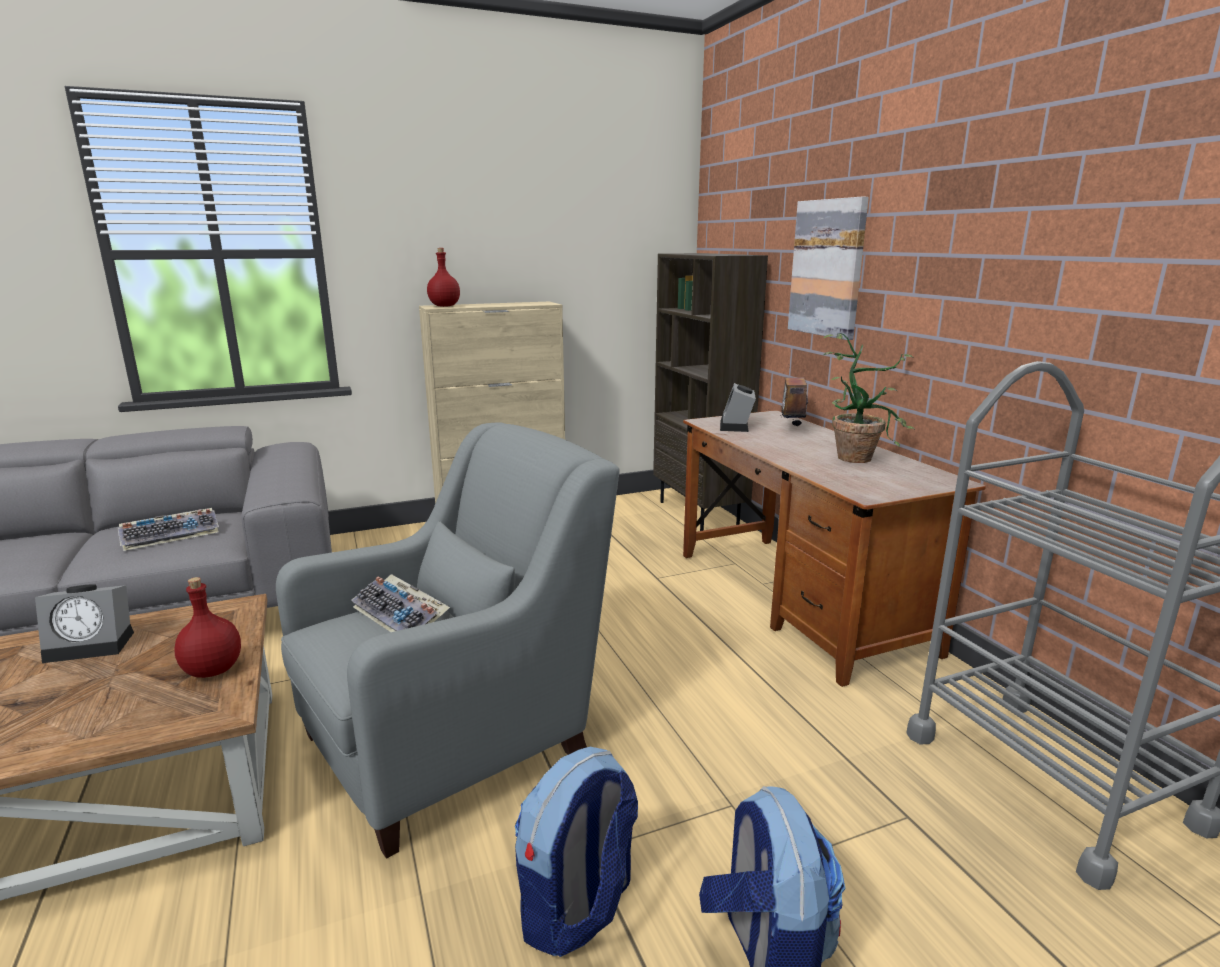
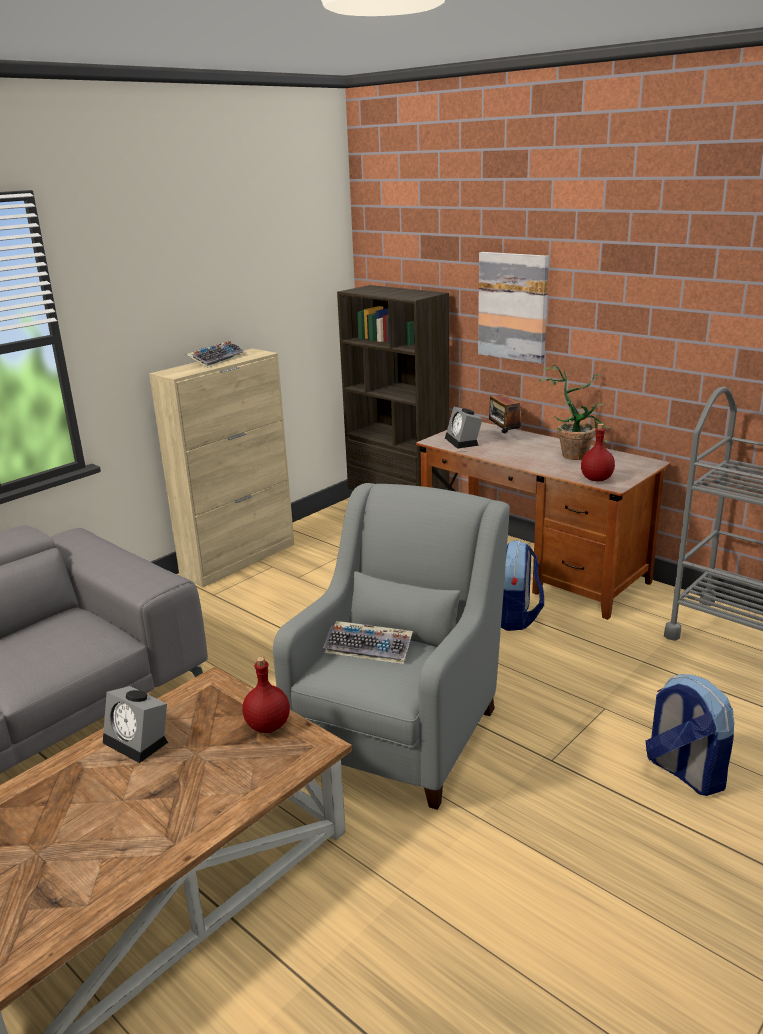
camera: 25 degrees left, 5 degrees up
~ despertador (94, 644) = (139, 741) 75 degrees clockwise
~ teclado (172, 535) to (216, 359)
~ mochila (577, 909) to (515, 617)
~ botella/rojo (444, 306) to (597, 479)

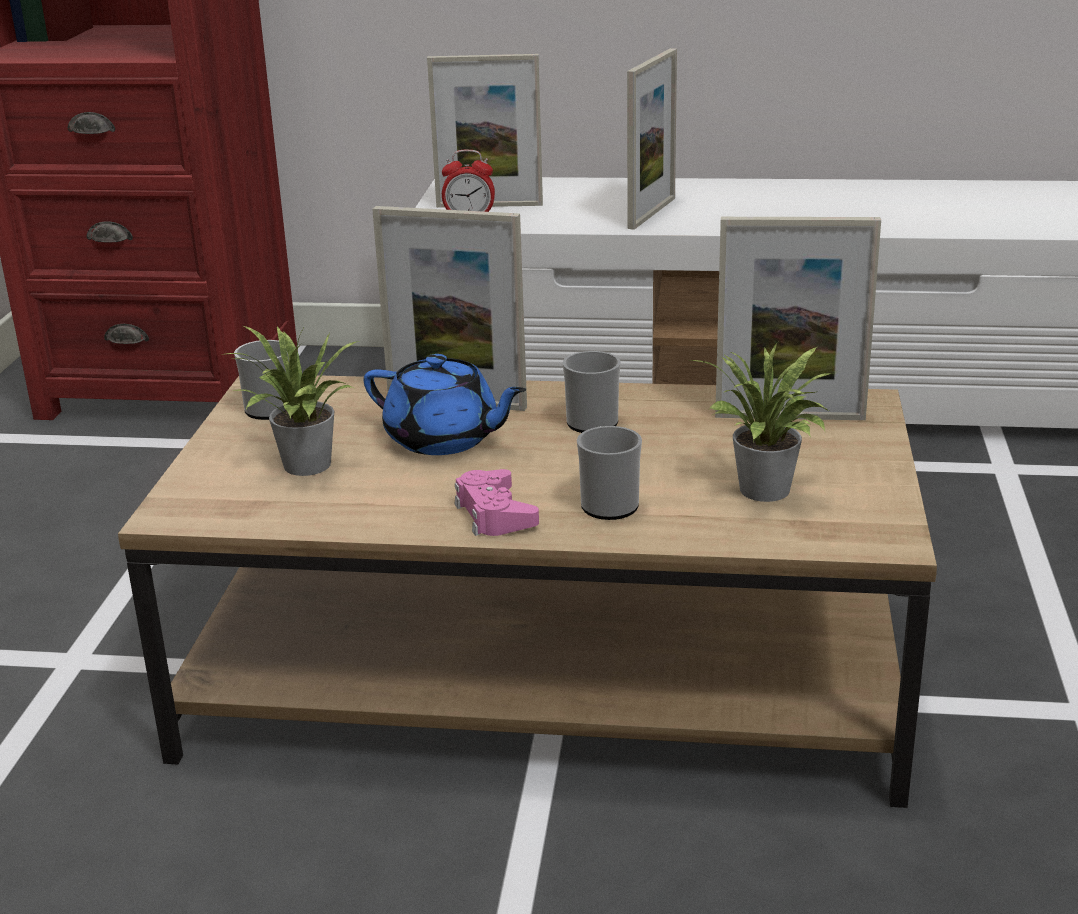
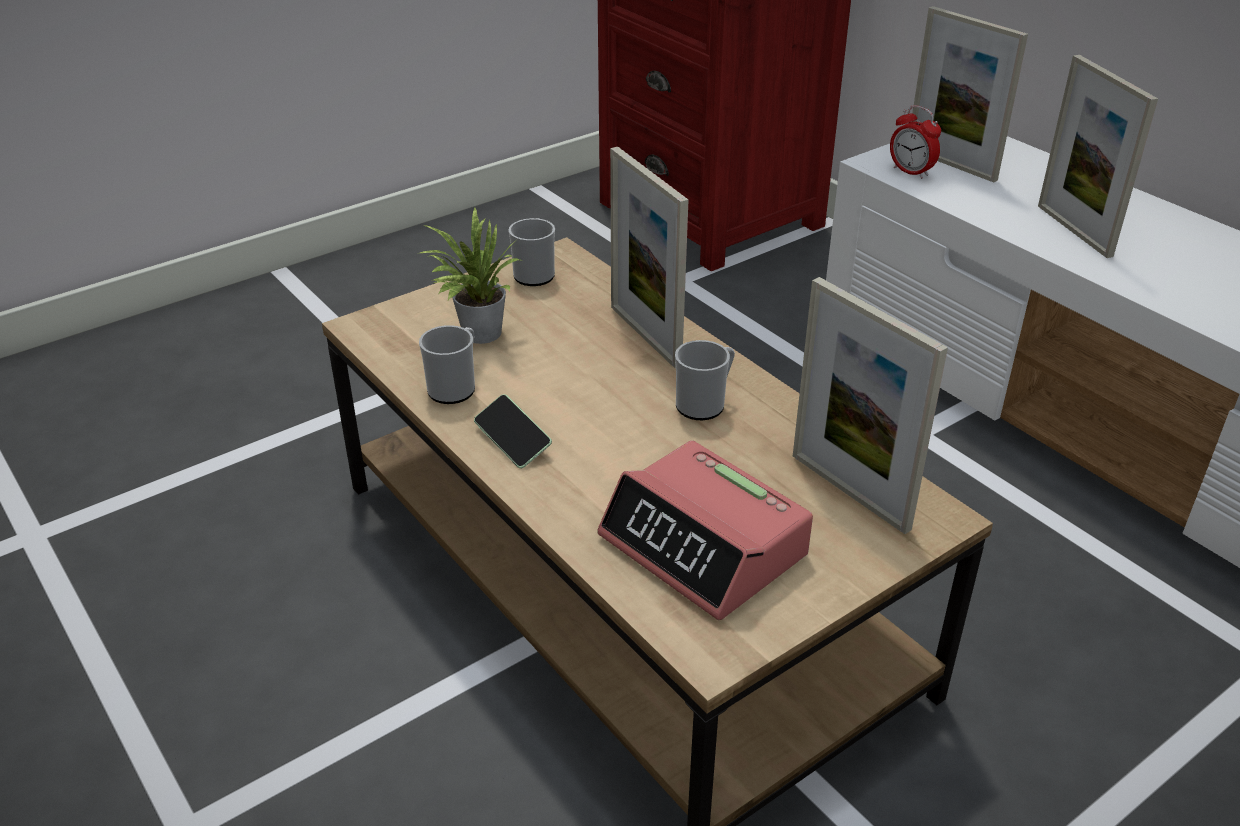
camera: 45 degrees right, 10 degrees up
~ taza grande (608, 502) to (455, 387)
~ mando de consola/rosa (494, 514) to móvil (512, 441)
~ planta en maceta (765, 493) to despertador (704, 546)
~ portarretratos (652, 213) = (1074, 230) 90 degrees clockwise
- tetera/azul (444, 439)

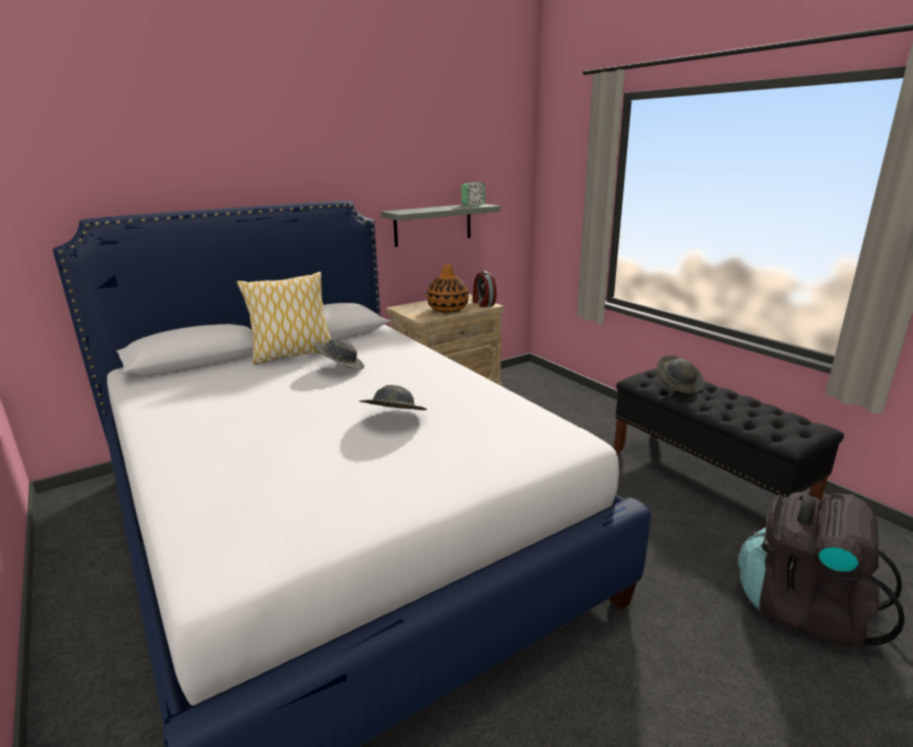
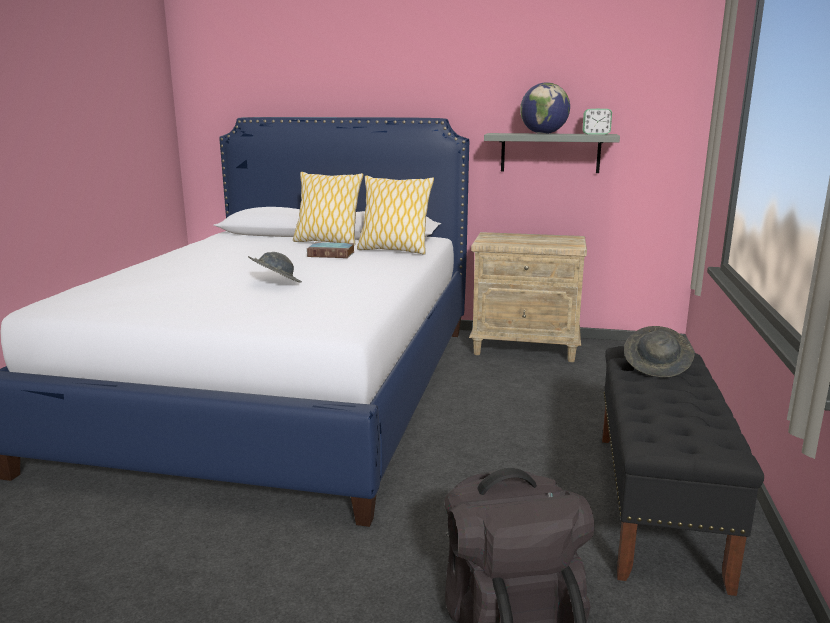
camera: 45 degrees right, 5 degrees down
~ sombrero/gris (340, 368) to libro (332, 254)
+ cojín (394, 250)
+ globo terráqueo (543, 134)
- florero (448, 309)
- despertador (483, 303)

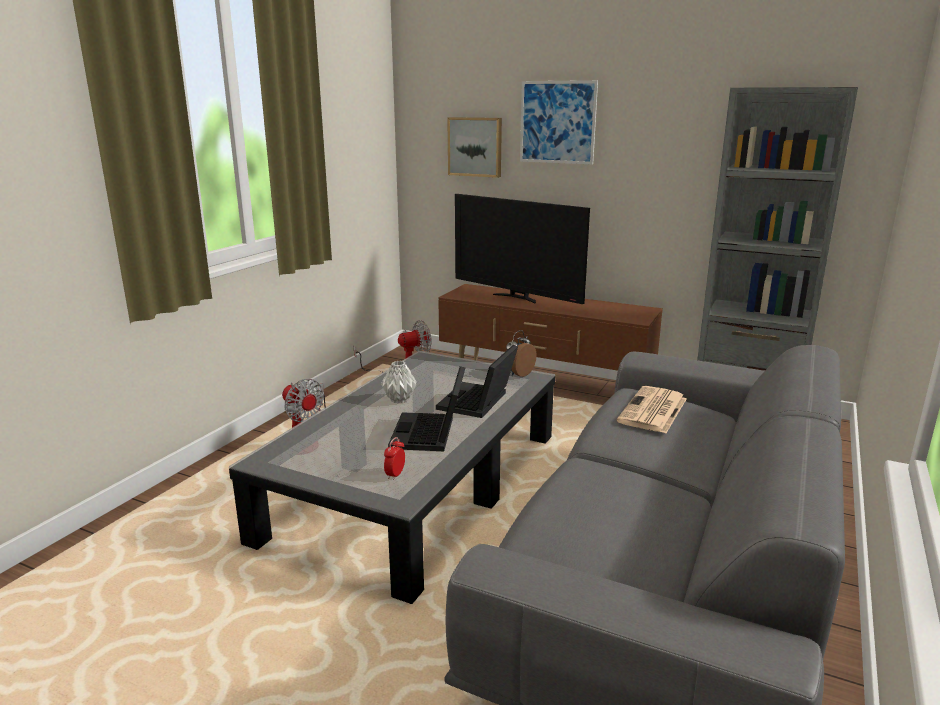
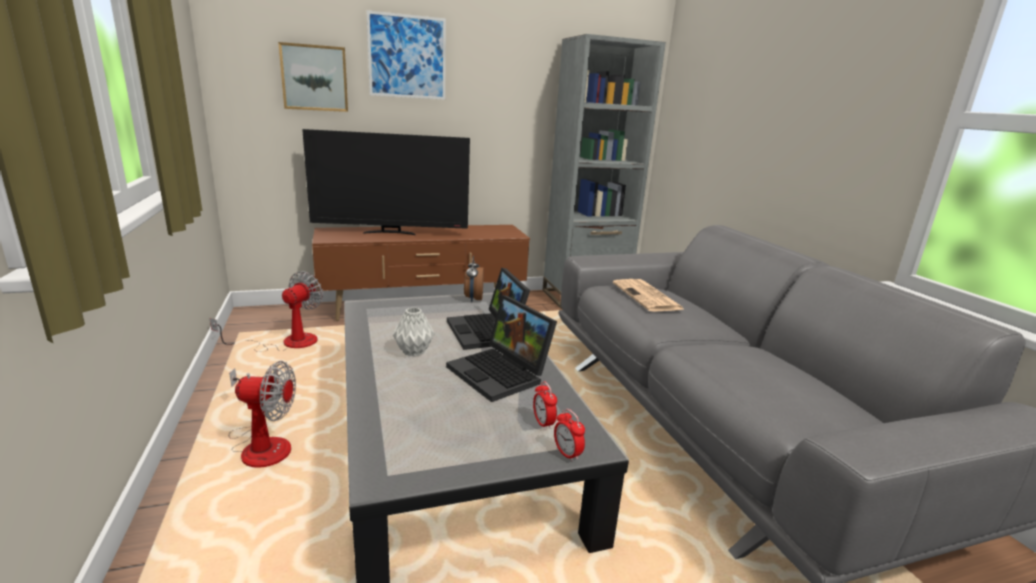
camera: 45 degrees left, 0 degrees up
+ despertador (567, 454)

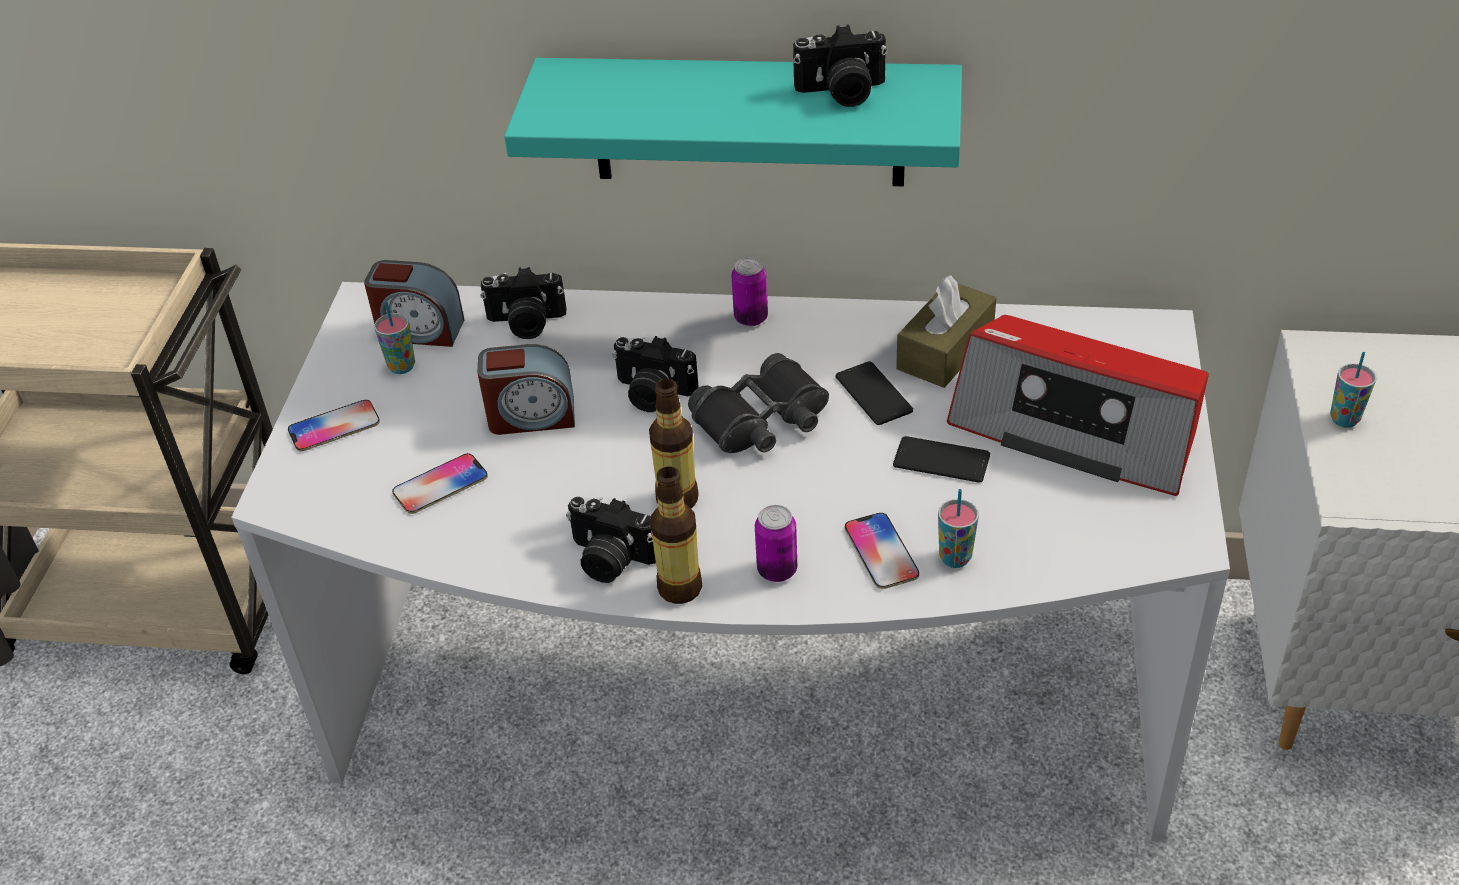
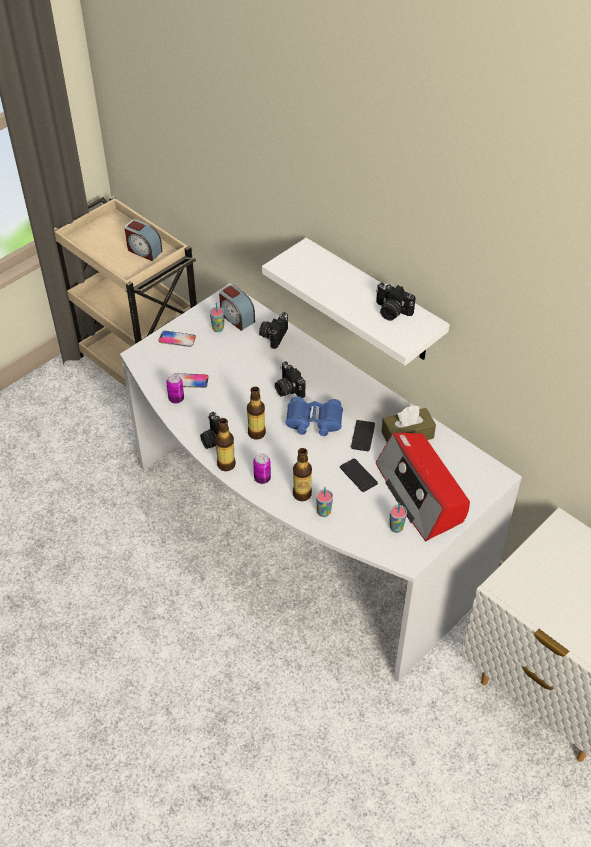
camera: 35 degrees right, 5 degrees up
~ despertador (531, 416) to (144, 251)
~ lata (751, 318) to (176, 399)
~ cámara (526, 323) = (273, 336) 75 degrees clockwise
~ estante/turquesa (748, 122) to estante/blanco (373, 302)
~ prismáticos/negro (762, 421) to prismáticos/azul (314, 422)
~ móvil (881, 552) to botella (302, 494)
~ taza (1344, 419) to (396, 528)

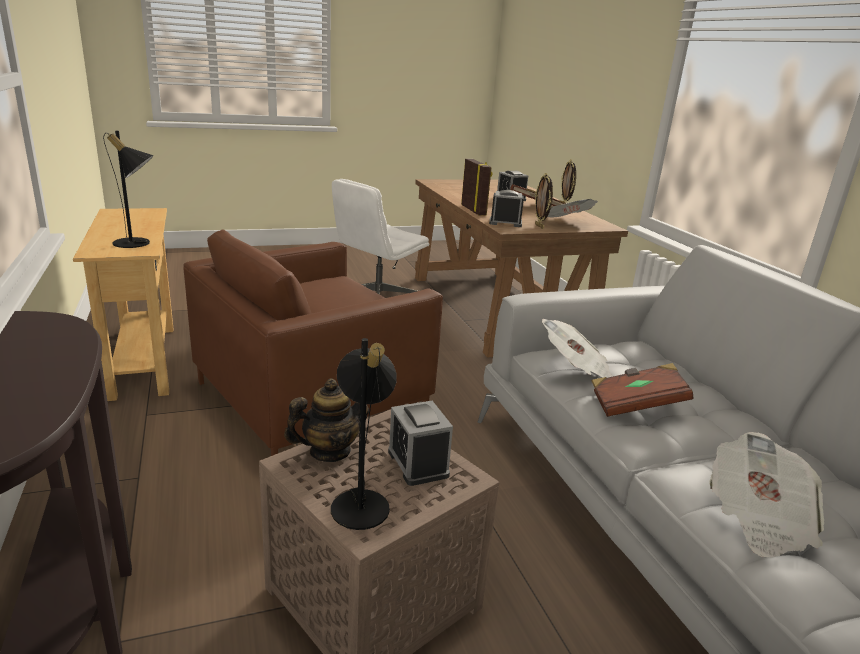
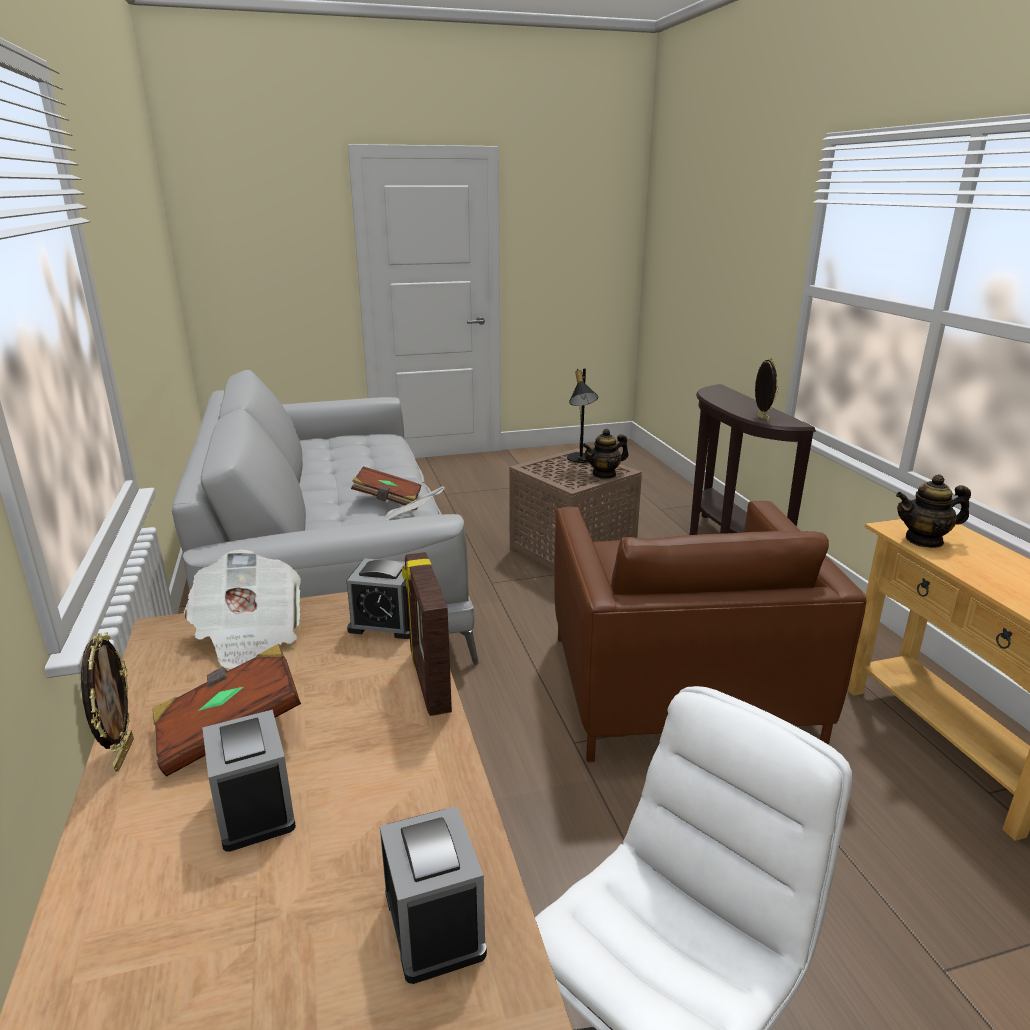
camera: 175 degrees left, 0 degrees up
~ despertador (418, 463) to (434, 923)
~ sillón/marrón (309, 399) = (677, 688) 120 degrees clockwise
~ portarretratos (540, 226) to (761, 418)
~ lámpara de mesa/negro (137, 244) to tetera (924, 540)
- periódico (758, 519)

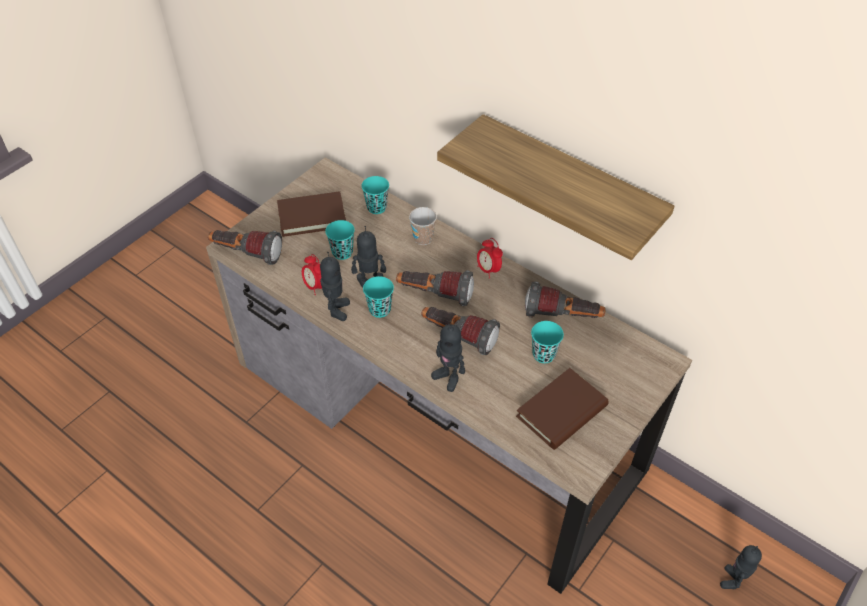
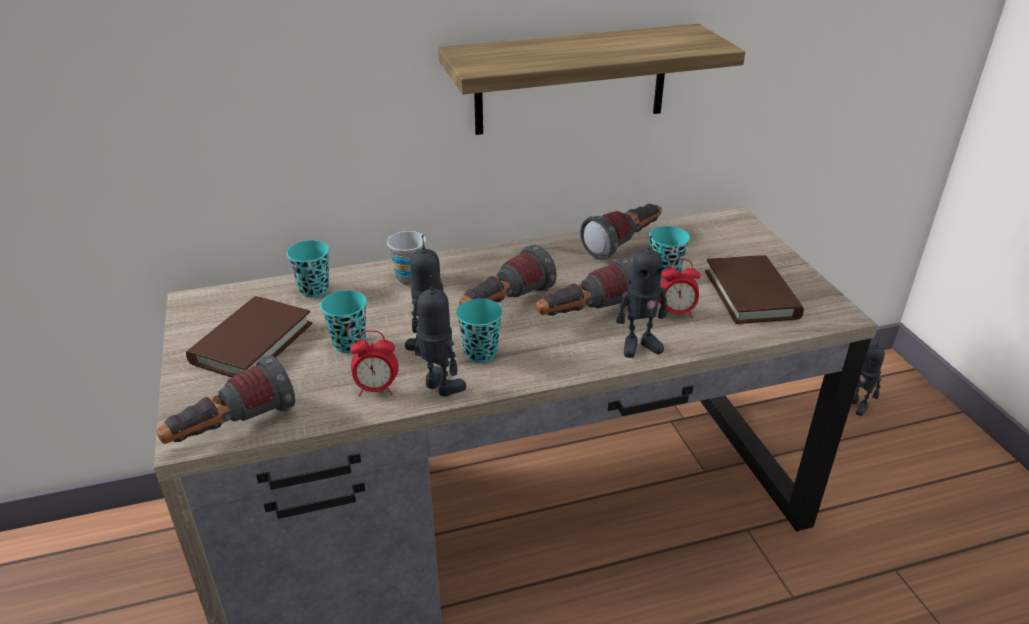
camera: 55 degrees left, 15 degrees down
~ despertador (488, 270) to (676, 313)

